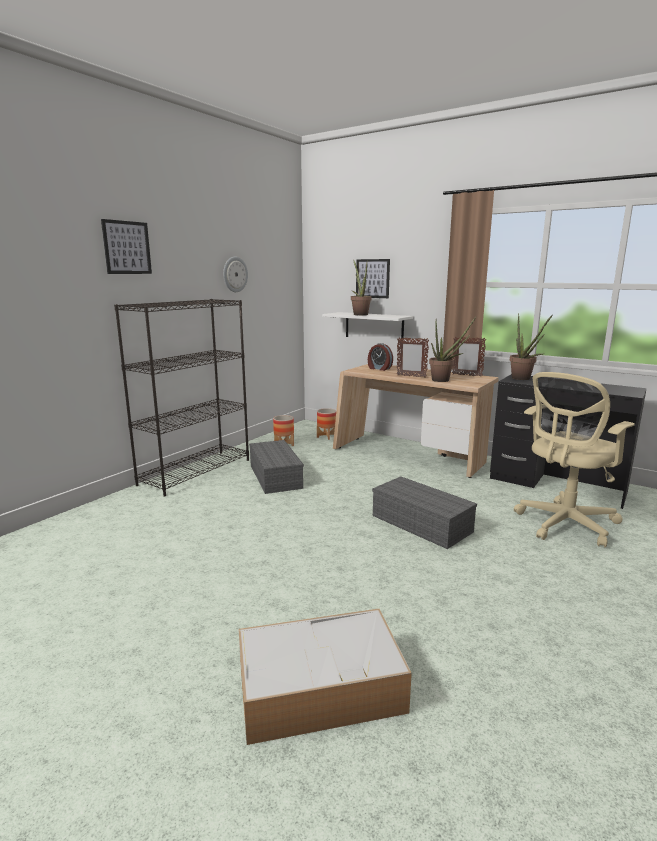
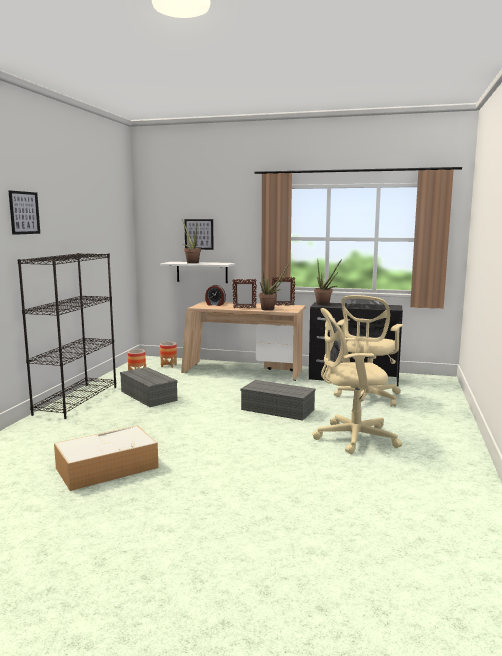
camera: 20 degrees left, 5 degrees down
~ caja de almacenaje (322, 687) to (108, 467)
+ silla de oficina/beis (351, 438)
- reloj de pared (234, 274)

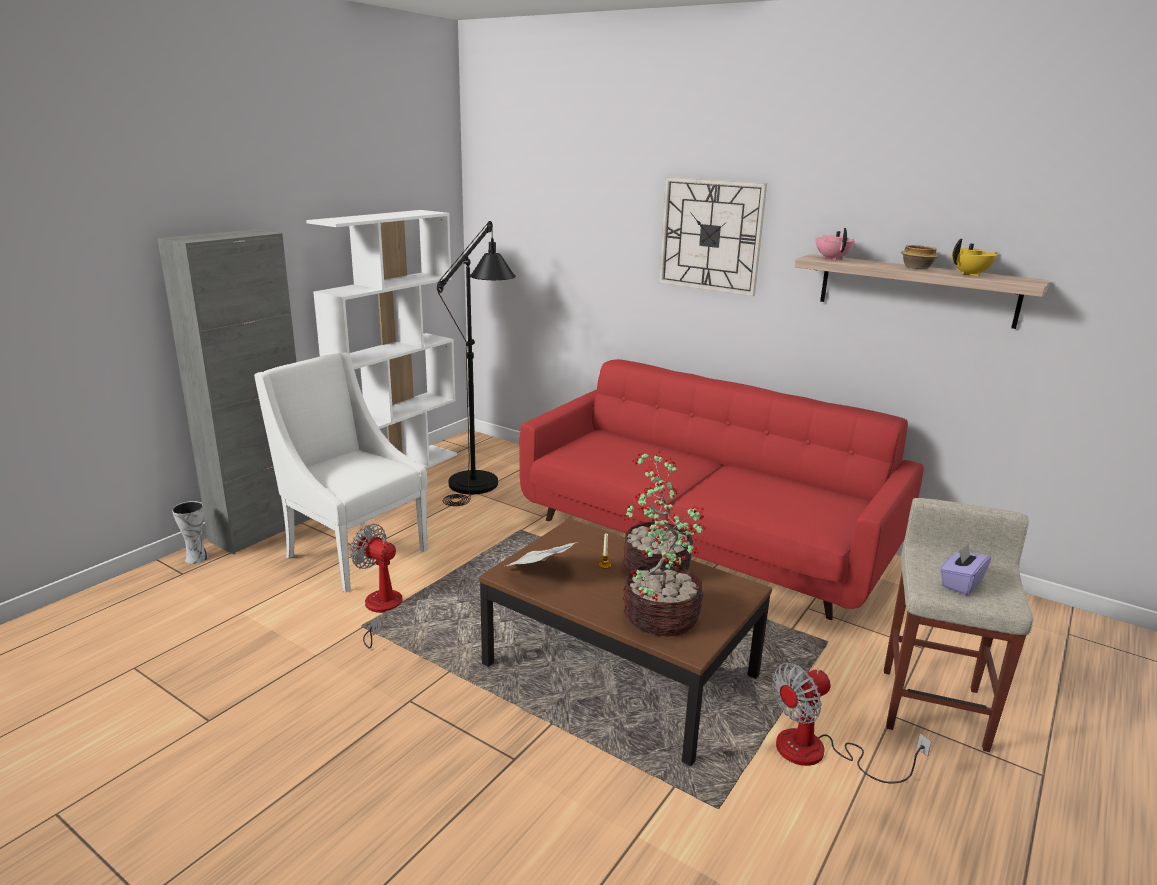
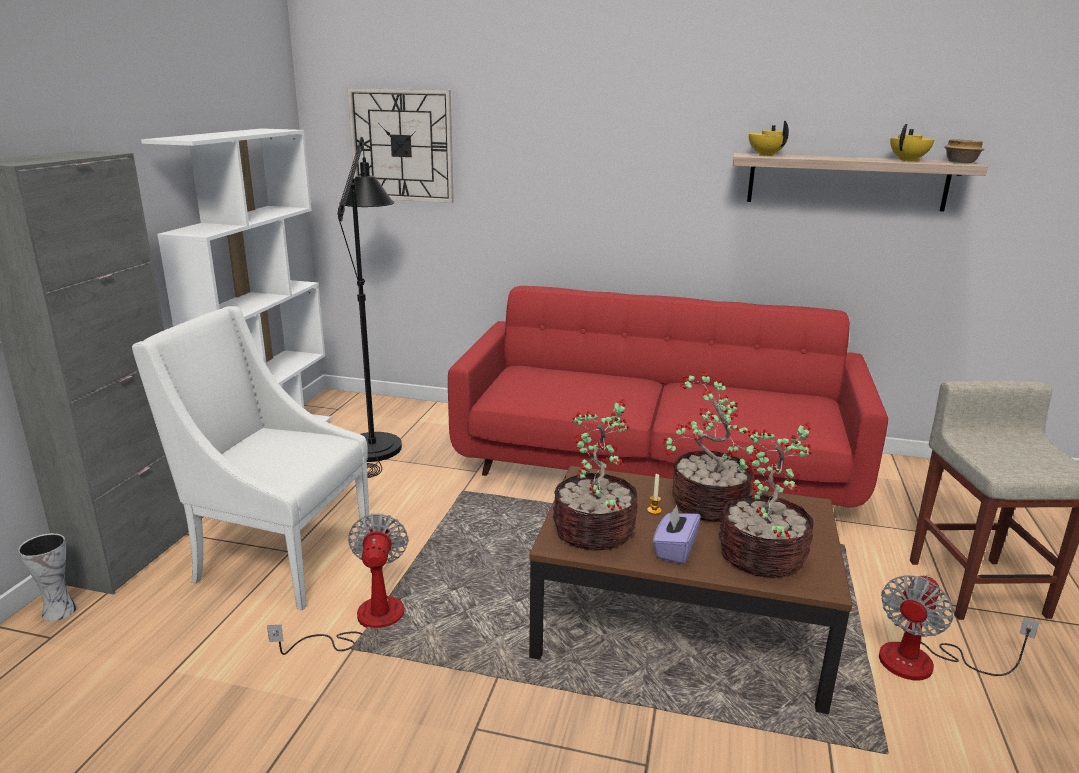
camera: 20 degrees left, 0 degrees up
~ ventilador (382, 610) = (364, 622) 75 degrees clockwise
~ reloj de pared (710, 235) to (402, 145)
~ periódico (541, 571) to planta en maceta (594, 532)
~ caja de pañuelos/morado (960, 583) to (674, 550)
~ tetera/rosa (832, 259) to tetera/amarillo (766, 155)
~ cuenco (916, 267) to (960, 162)

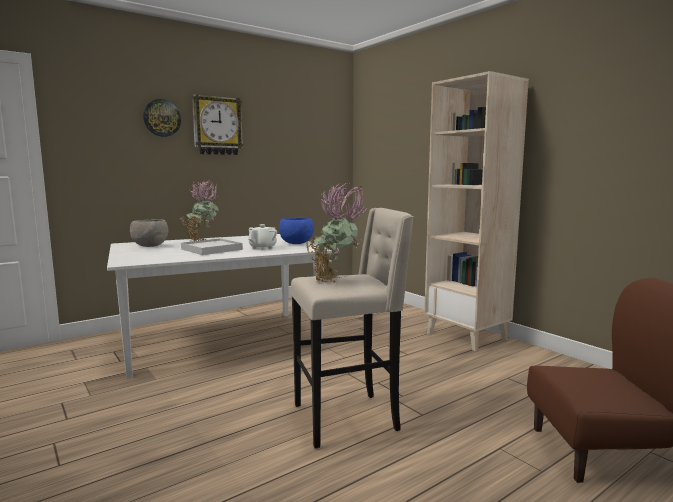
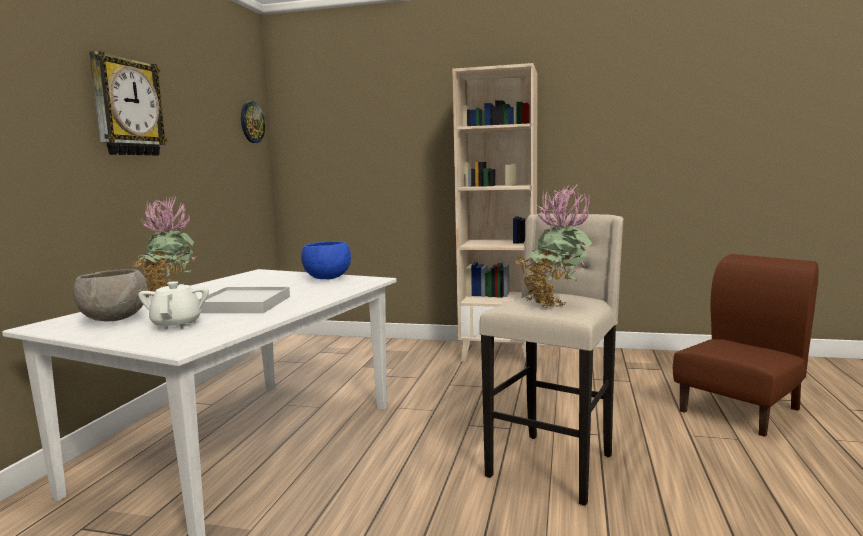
camera: 40 degrees left, 0 degrees up
~ tetera/blanco (263, 248) to (177, 325)
~ reloj de pared (162, 118) to (251, 122)

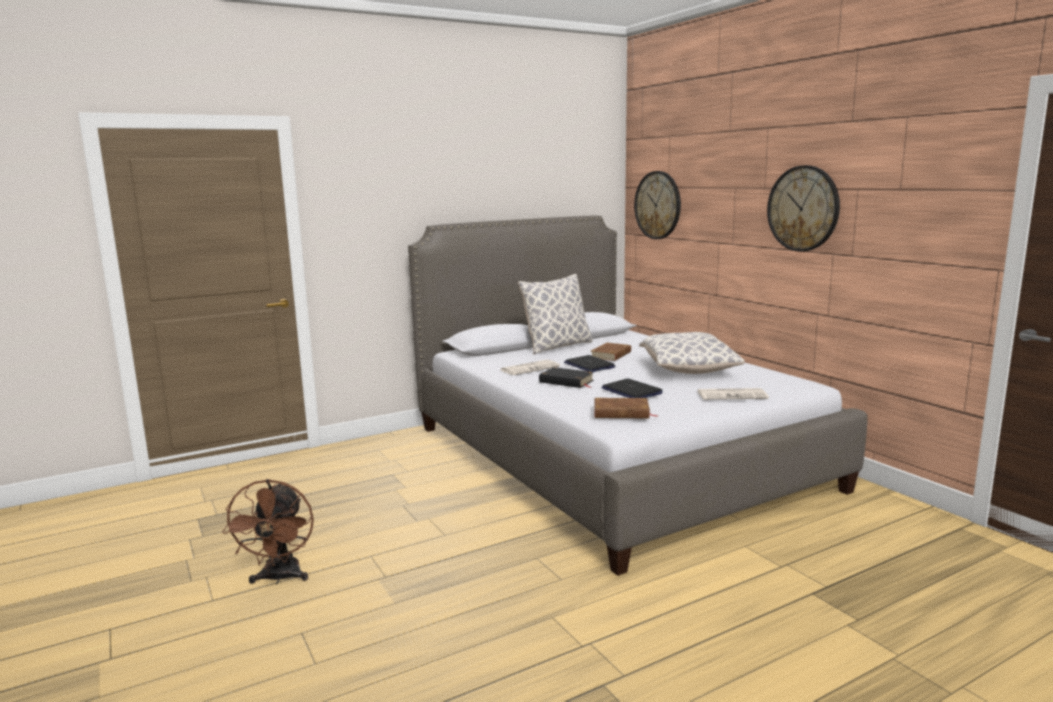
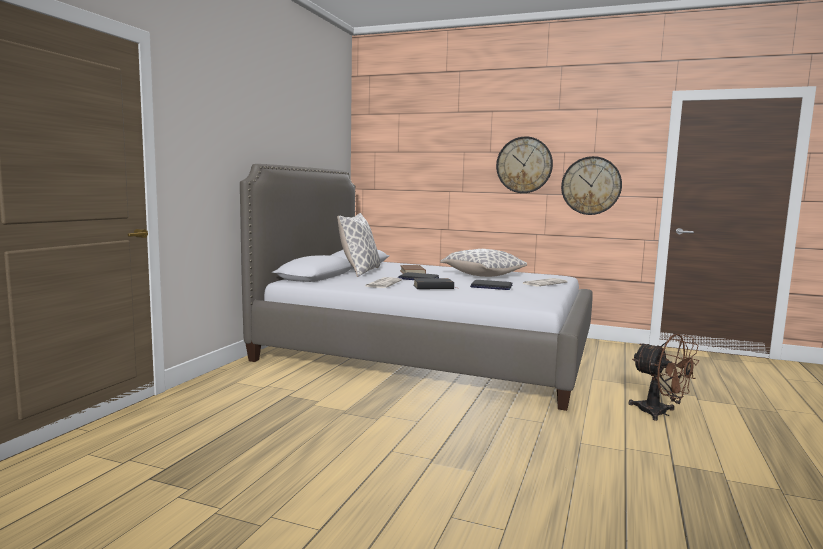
camera: 40 degrees left, 5 degrees down
~ reloj de pared (658, 205) to (591, 185)
~ ventilador/marrón (279, 578) to (660, 413)
- libro/marrón (621, 413)

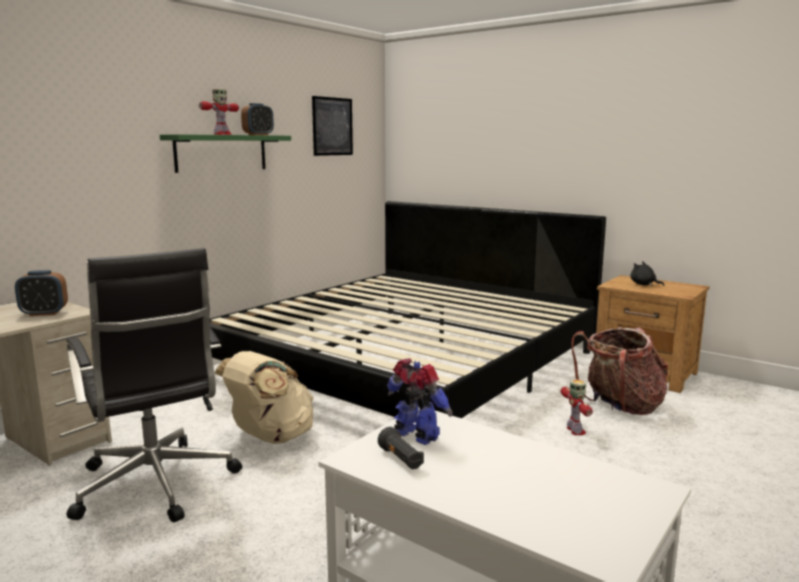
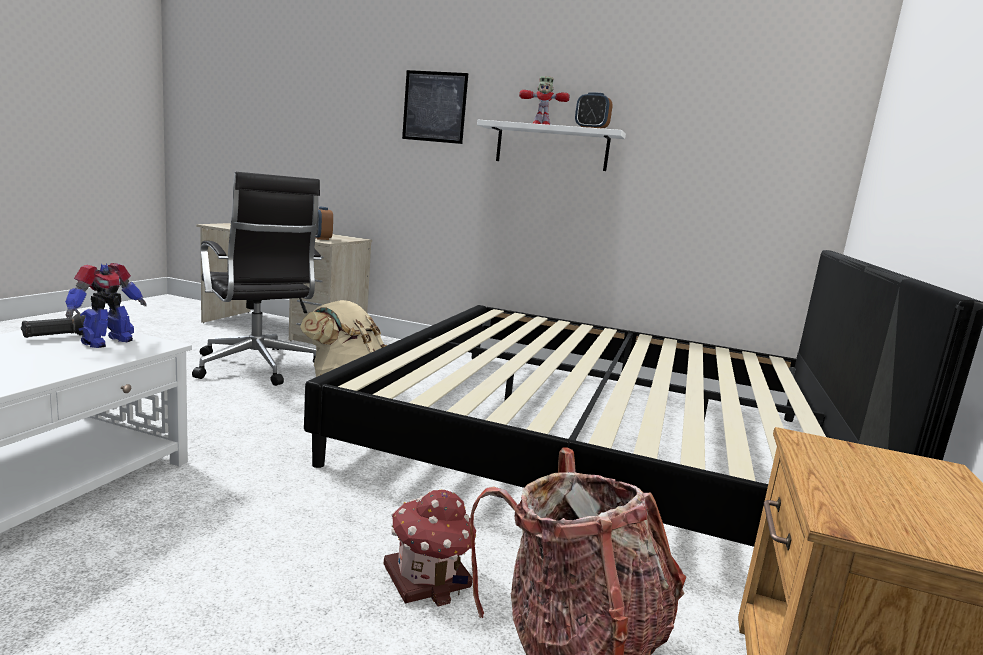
camera: 70 degrees right, 0 degrees up
~ silla de oficina/negro (155, 486) = (257, 367) 75 degrees counterclockwise
~ robot de juguete (575, 431) to casita (429, 577)
~ cuadro (332, 126) to (434, 107)
~ estante/verde (221, 153) to estante/blanco (552, 147)
- peluche/negro (644, 285)

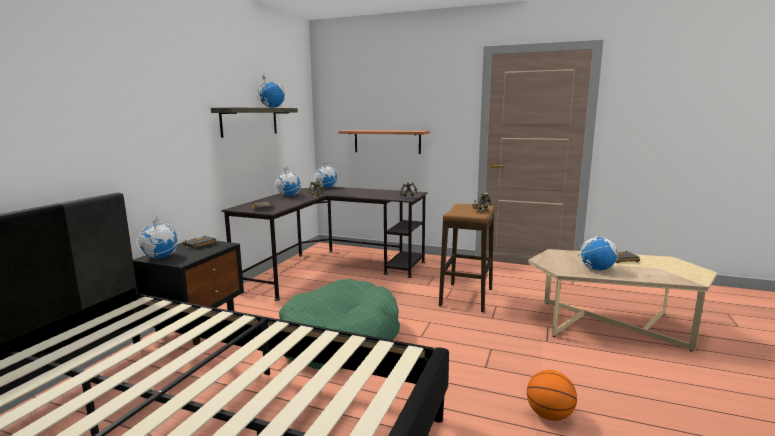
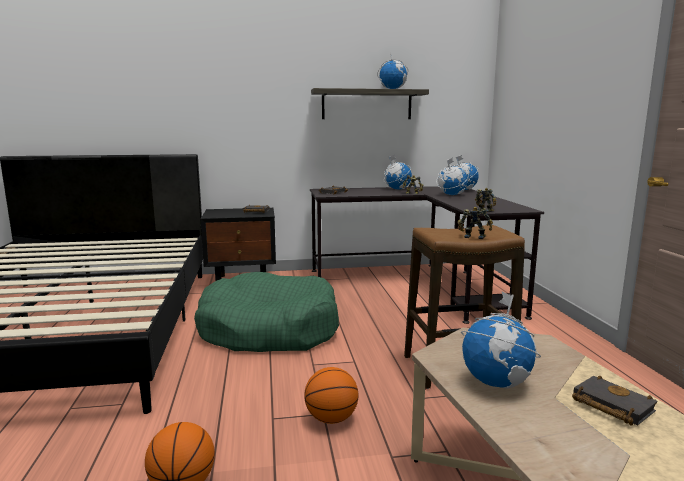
camera: 60 degrees right, 0 degrees up
+ balón de baloncesto (331, 418)
~ globo terráqueo (160, 257) to (451, 195)
- estante (387, 141)

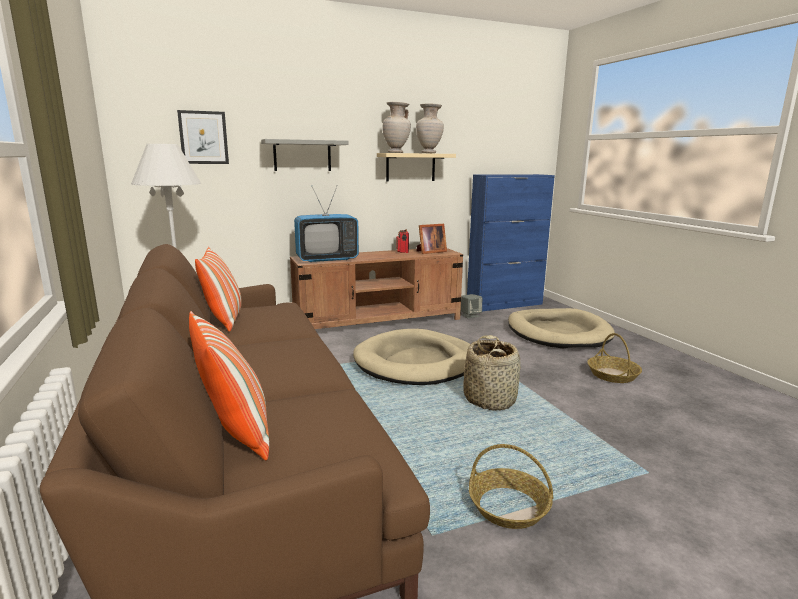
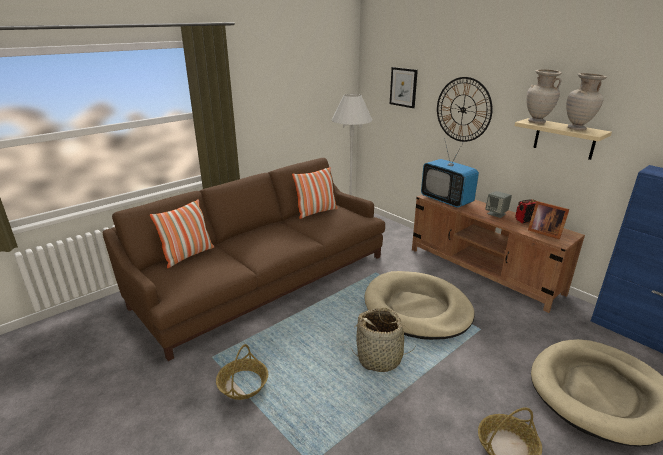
camera: 70 degrees right, 10 degrees up
~ estante/gris (302, 155) to reloj de pared (463, 110)
~ altavoz/gris (470, 315) to (496, 214)

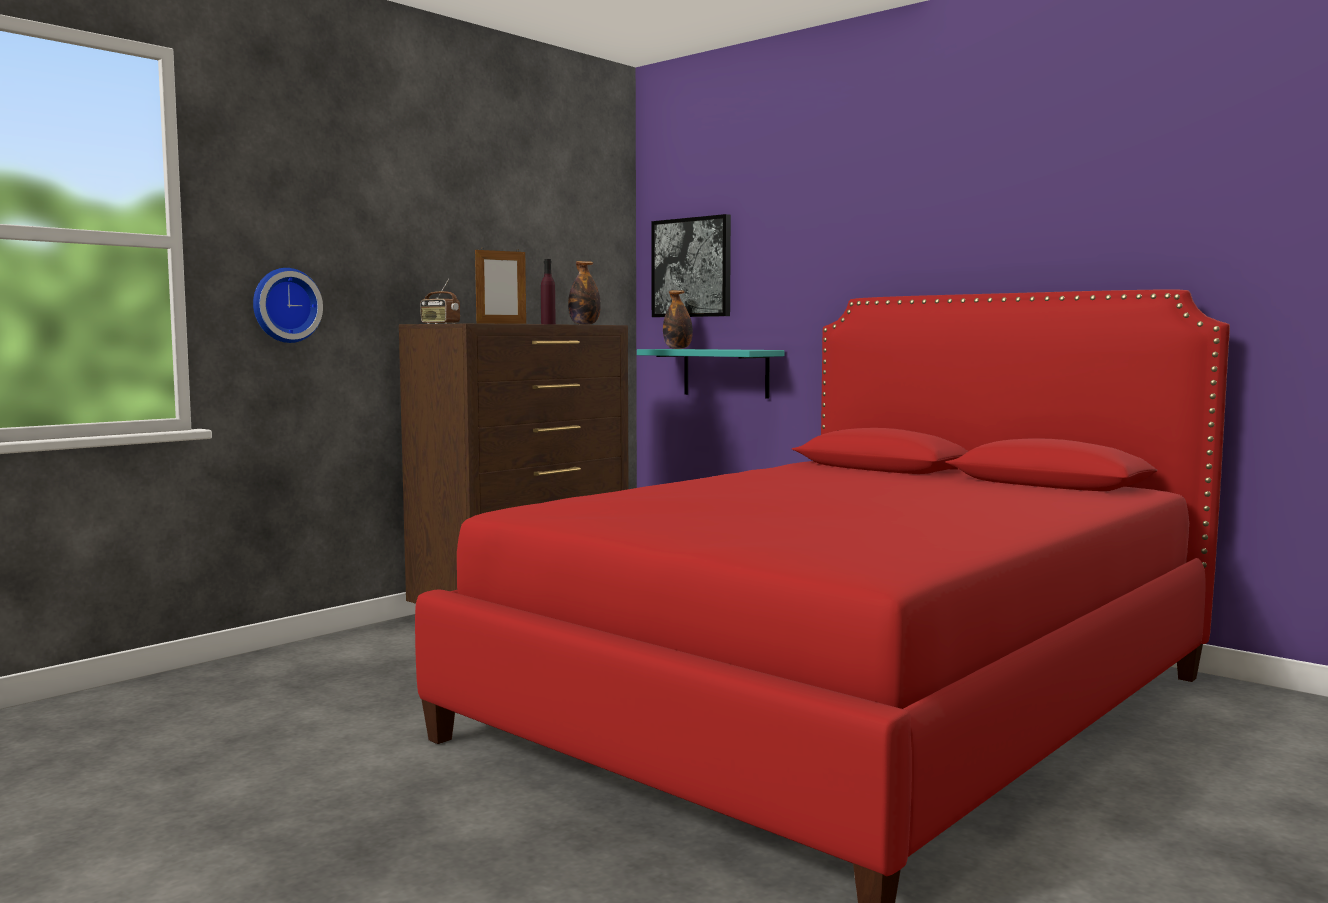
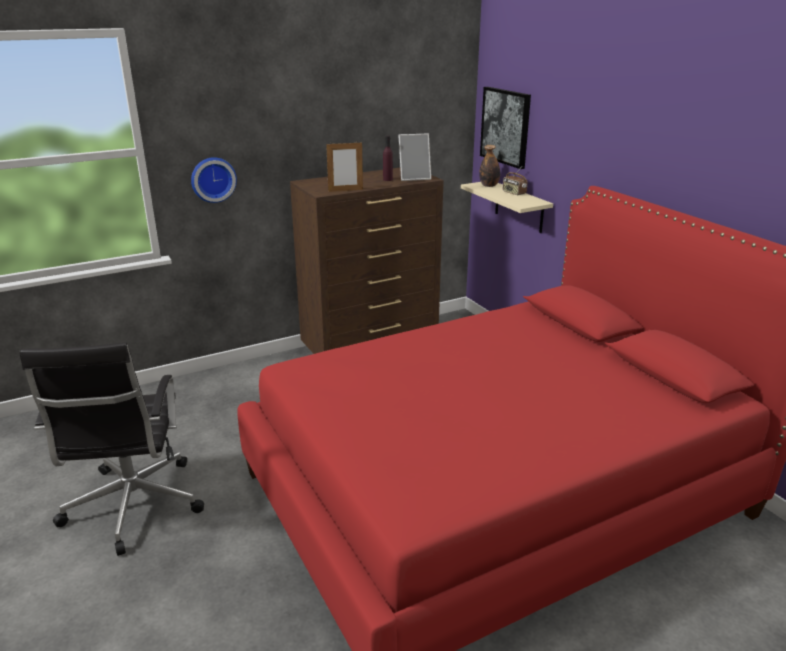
camera: 20 degrees right, 20 degrees up
+ silla de oficina/negro (133, 507)
~ botella (584, 324) to portarretratos (414, 178)
~ estante/turquesa (726, 373) to estante/beis (519, 207)
~ radio (439, 324) to (513, 193)

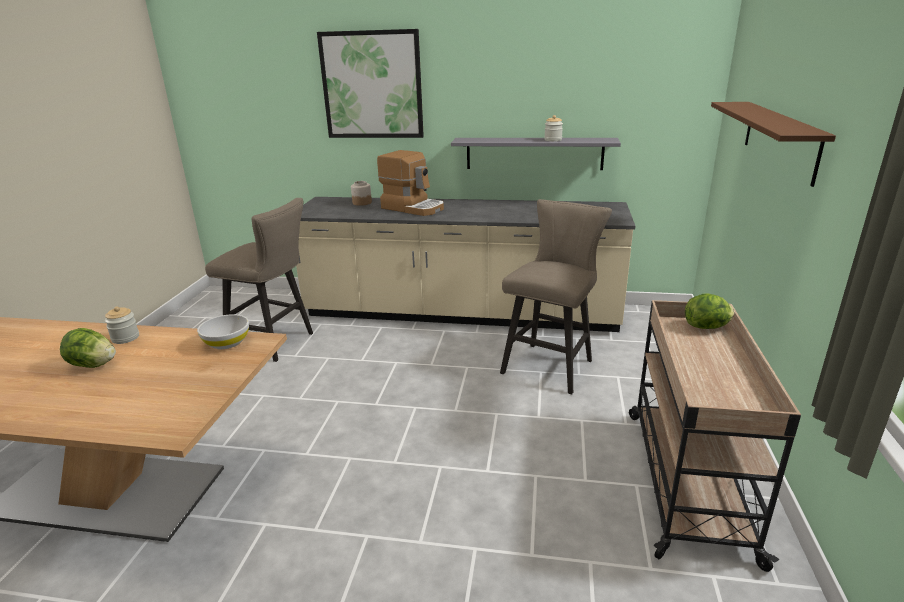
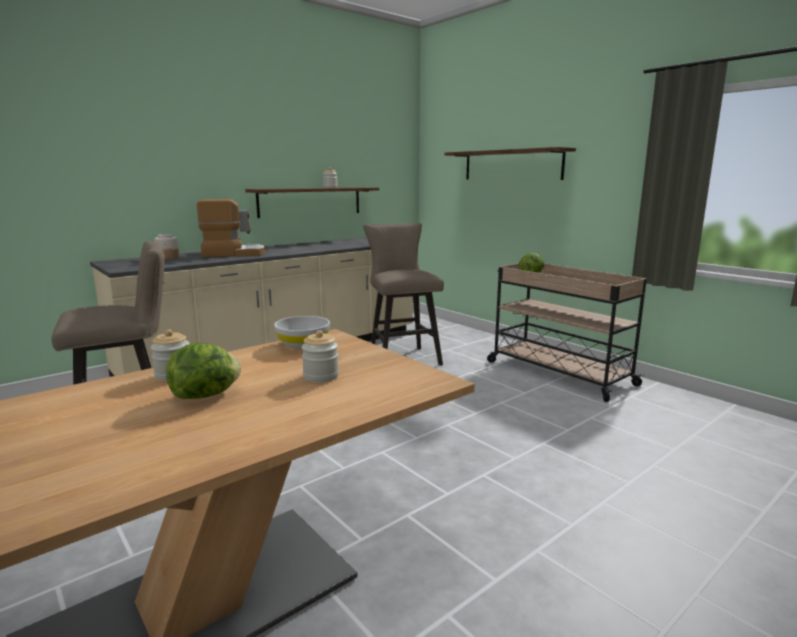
camera: 50 degrees left, 10 degrees down
~ estante/gris (534, 153) to estante/marrón (310, 201)
+ tarro (321, 376)
- cuadro (372, 85)

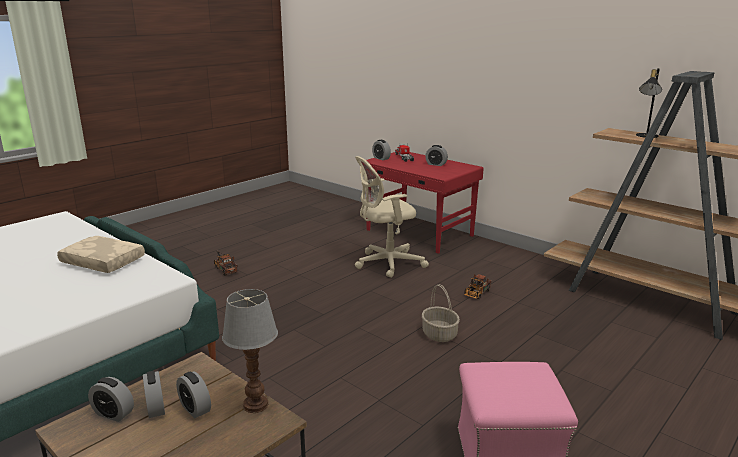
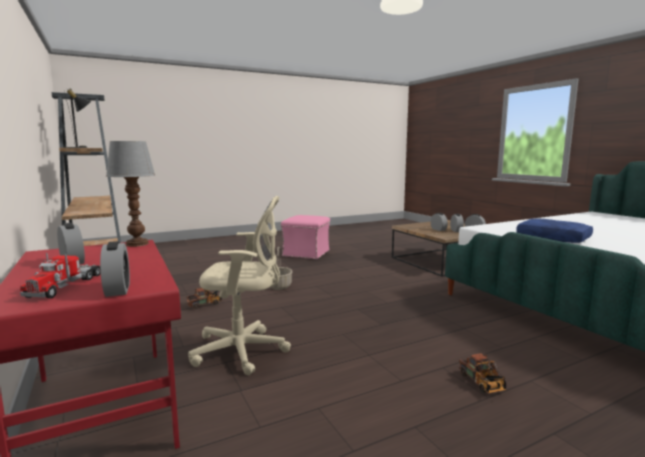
camera: 160 degrees left, 10 degrees down
~ lámpara de mesa (256, 405) to (136, 244)
~ cojín/beis (101, 262) to cojín/azul (554, 238)

